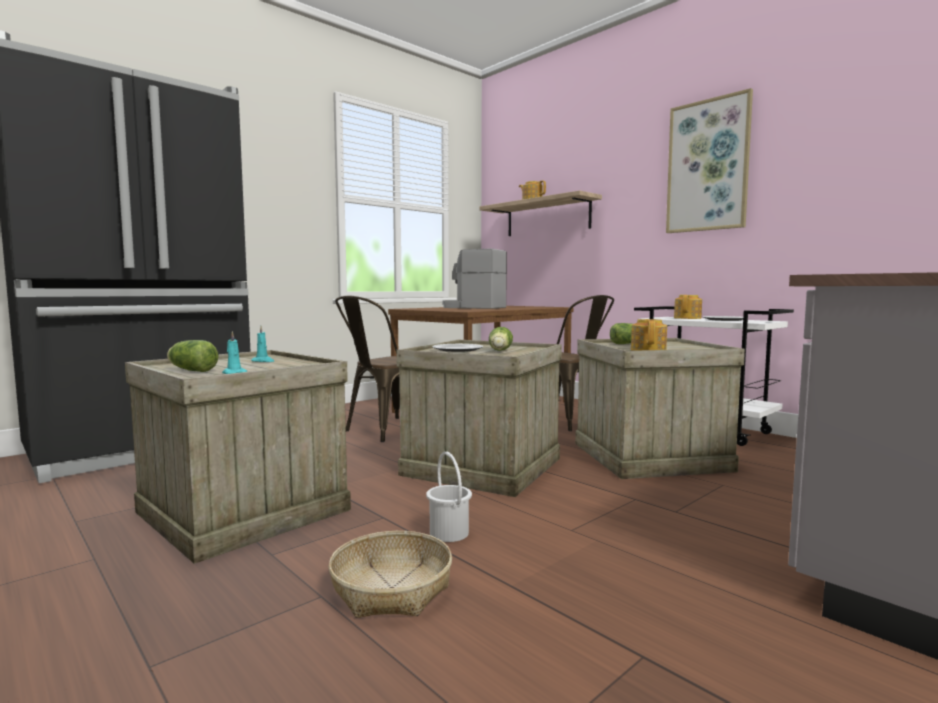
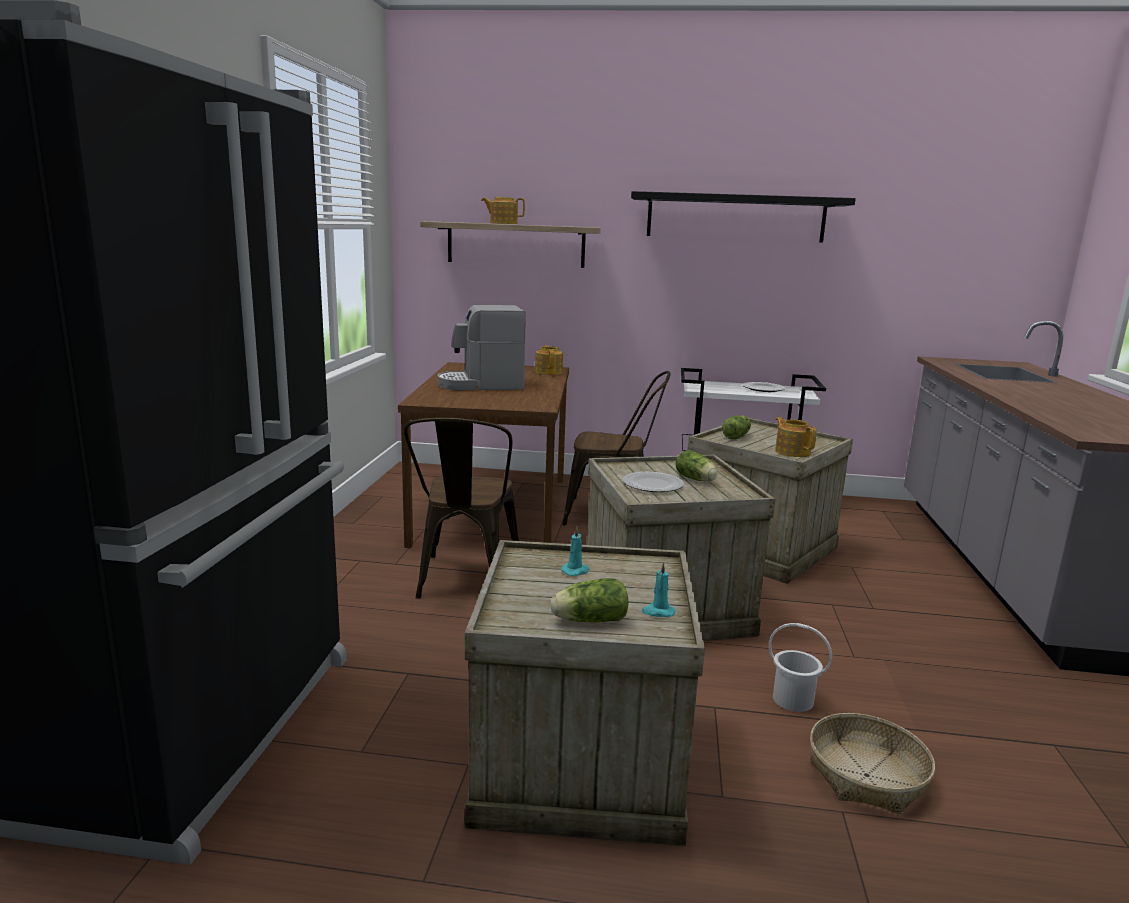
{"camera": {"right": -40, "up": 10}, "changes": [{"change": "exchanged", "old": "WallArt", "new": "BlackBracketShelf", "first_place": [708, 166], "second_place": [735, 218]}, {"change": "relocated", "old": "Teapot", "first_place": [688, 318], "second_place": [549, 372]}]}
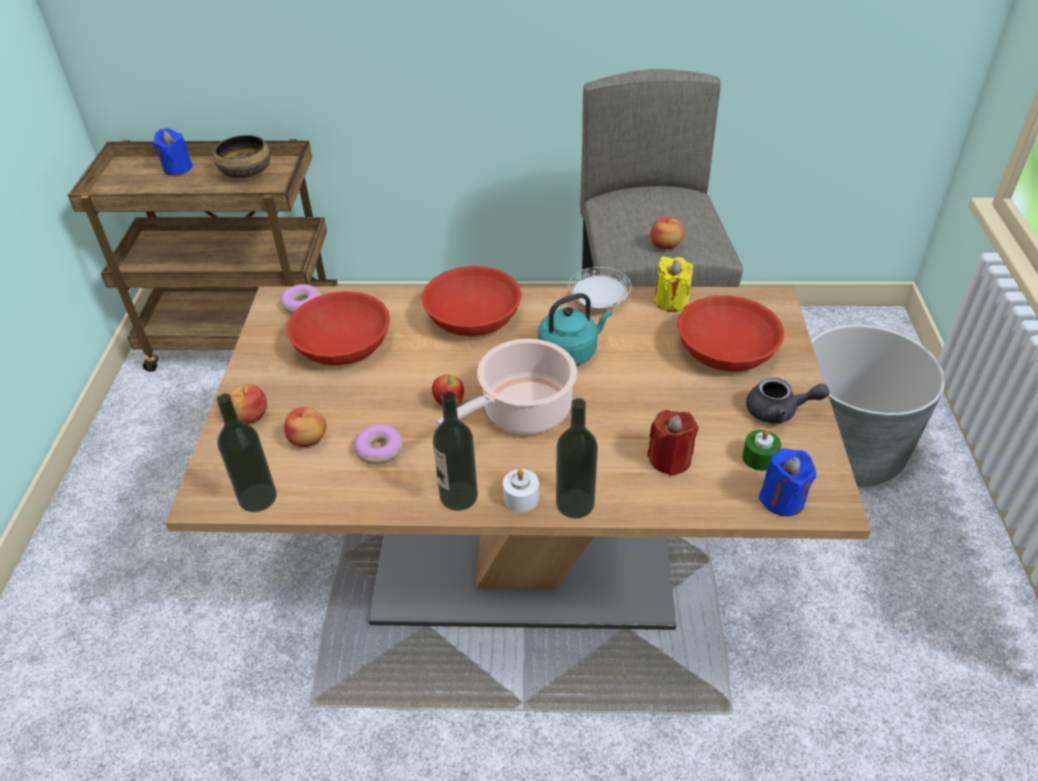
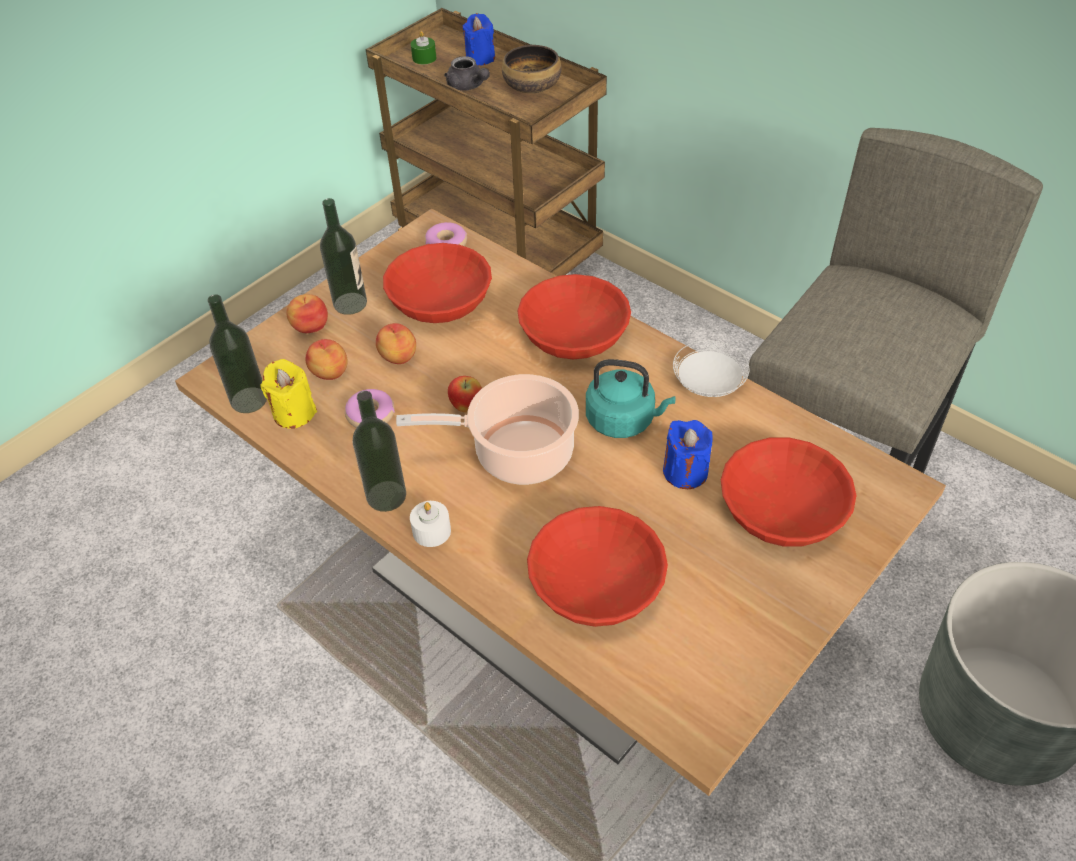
{"camera": {"right": 40, "up": 5}, "changes": [{"change": "relocated", "old": "DrinkBottle", "first_place": [575, 503], "second_place": [350, 303]}, {"change": "exchanged", "old": "RedColouredWaxCandle", "new": "RedColouredServingBowl", "first_place": [670, 459], "second_place": [596, 583]}, {"change": "relocated", "old": "AppleFruit", "first_place": [665, 245], "second_place": [397, 357]}, {"change": "relocated", "old": "YellowWaxCandle", "first_place": [671, 301], "second_place": [294, 413]}, {"change": "relocated", "old": "GreenColouredWaxCandle", "first_place": [759, 457], "second_place": [424, 58]}, {"change": "relocated", "old": "GreyishTeapot", "first_place": [779, 411], "second_place": [468, 86]}, {"change": "relocated", "old": "BlueWaxCandle", "first_place": [782, 499], "second_place": [685, 472]}]}
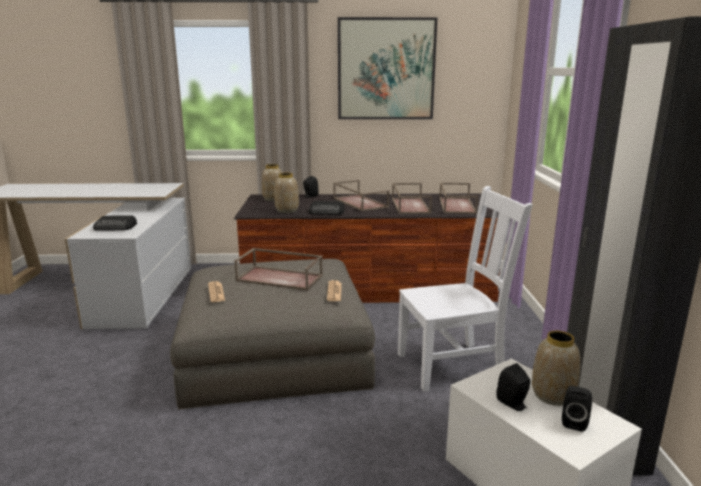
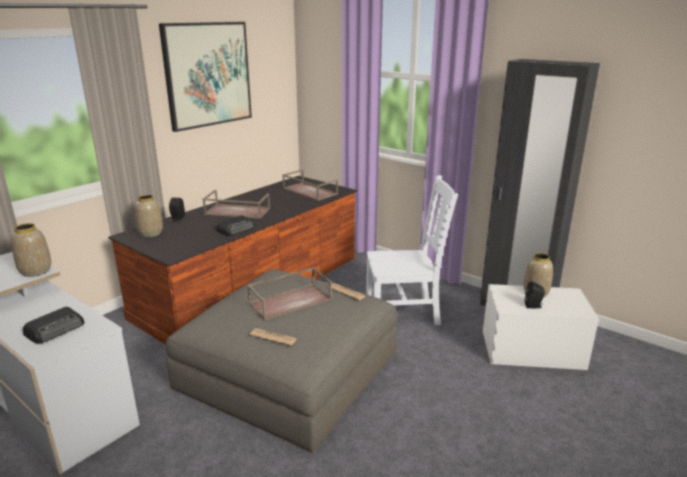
{"camera": {"right": -50, "up": 5}, "changes": [{"change": "relocated", "old": "Vase", "first_place": [286, 211], "second_place": [35, 271]}, {"change": "missing", "old": "BrownColouredCarryingTray", "first_place": [409, 205]}, {"change": "spun", "old": "WhiteColouredPlainChair", "first_place": [453, 365], "second_place": [405, 312], "degrees": 60}, {"change": "missing", "old": "BlackLoudspeaker", "first_place": [574, 422]}]}
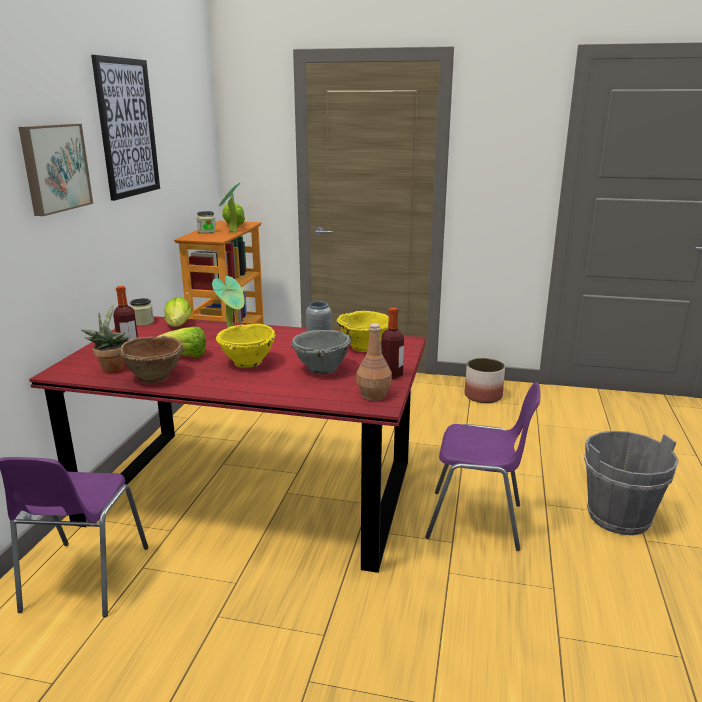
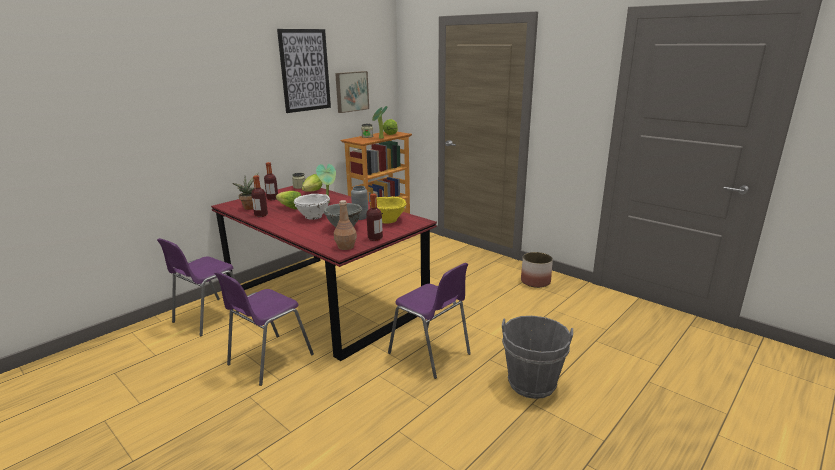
{"camera": {"right": 30, "up": 0}, "changes": [{"change": "relocated", "old": "WallArt", "first_place": [54, 168], "second_place": [351, 91]}, {"change": "exchanged", "old": "BrownColouredServingBowl", "new": "DrinkBottle", "first_place": [155, 377], "second_place": [261, 215]}, {"change": "colour", "old": "YellowServingBowl", "new": "WhiteColouredServingBowl", "first_place": [247, 363], "second_place": [313, 217]}, {"change": "appeared", "new": "PurplePlainChair", "second_place": [268, 360]}]}
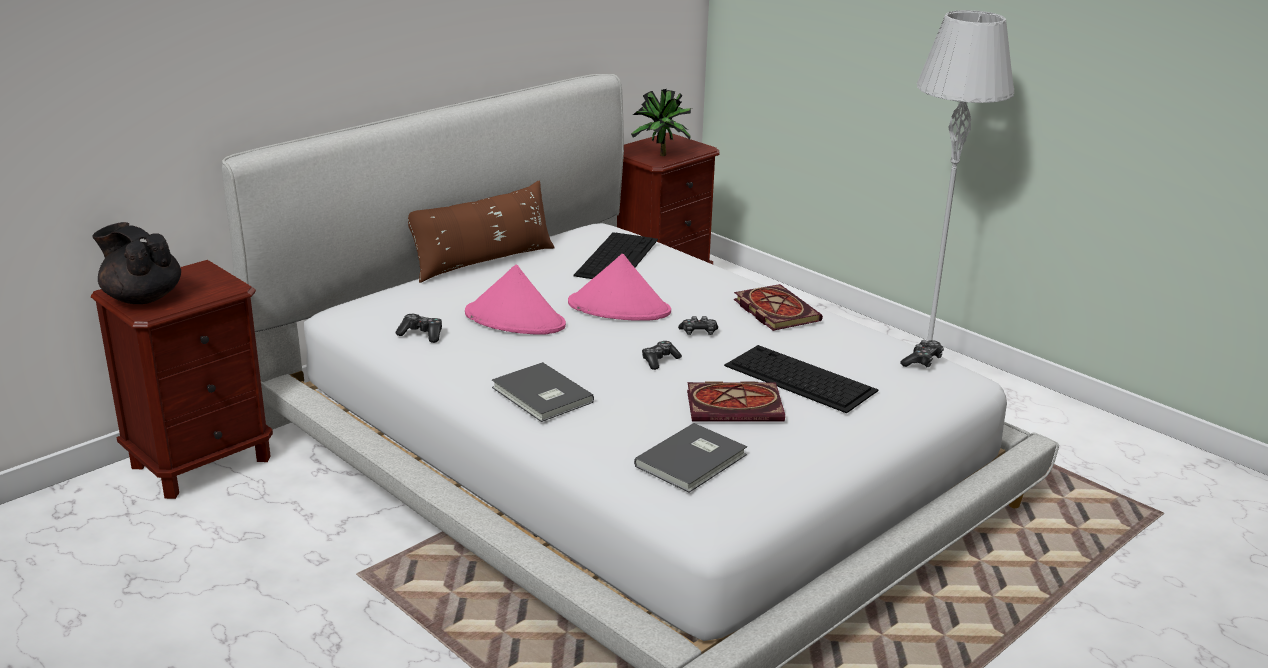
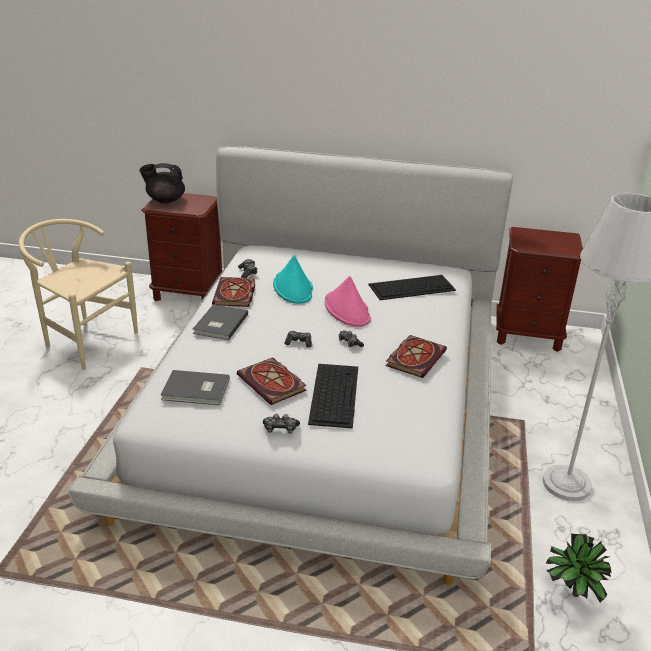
{"camera": {"right": 55, "up": 5}, "changes": [{"change": "spun", "old": "BlackTeapot", "first_place": [142, 298], "second_place": [165, 200], "degrees": -90}, {"change": "missing", "old": "BrownColouredPillow", "first_place": [483, 262]}, {"change": "colour", "old": "PinkClothingHat", "new": "BlueGreenClothingHat", "first_place": [515, 320], "second_place": [293, 288]}, {"change": "relocated", "old": "Houseplant", "first_place": [661, 156], "second_place": [570, 595]}, {"change": "relocated", "old": "Joypad", "first_place": [922, 361], "second_place": [280, 429]}, {"change": "appeared", "new": "BeigeColouredPlainChair", "second_place": [84, 340]}, {"change": "appeared", "new": "Book", "second_place": [235, 295]}]}
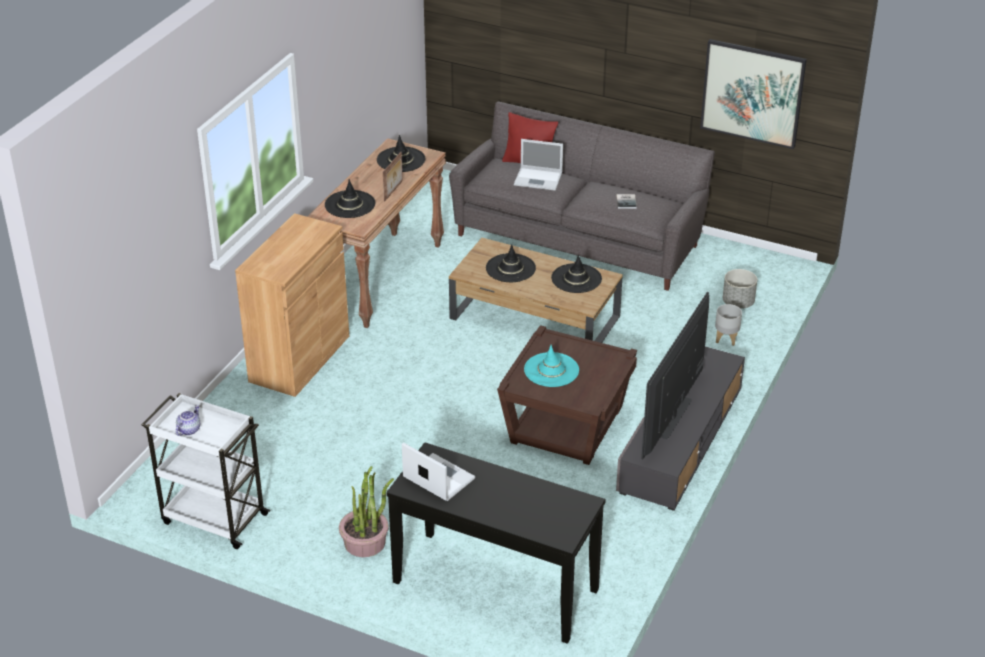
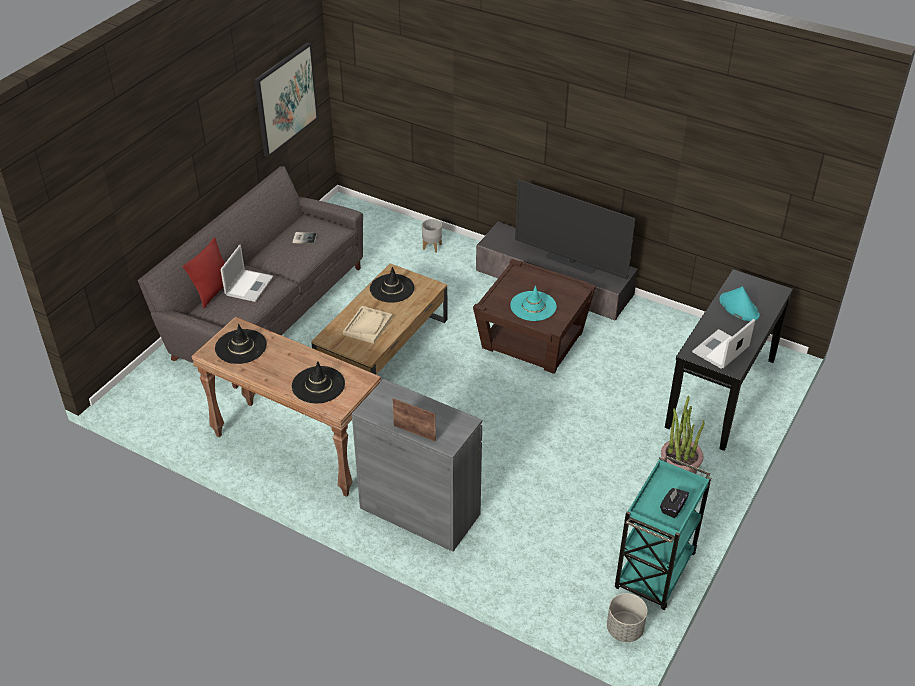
{"camera": {"right": -85, "up": 5}, "changes": [{"change": "colour", "old": "WhiteColouredWheeledCart", "new": "BlueGreenWheeledCart", "first_place": [213, 518], "second_place": [654, 573]}, {"change": "exchanged", "old": "Teapot", "new": "BlackBoxOfTissues", "first_place": [188, 429], "second_place": [672, 508]}, {"change": "colour", "old": "BrownColouredCabinet", "new": "GreyishCabinet", "first_place": [299, 358], "second_place": [420, 511]}, {"change": "relocated", "old": "StandingFrame", "first_place": [394, 191], "second_place": [415, 432]}, {"change": "exchanged", "old": "BlackClothingHat", "new": "BeigeColouredCarryingTray", "first_place": [510, 268], "second_place": [367, 325]}, {"change": "relocated", "old": "GreyishFlowerPot", "first_place": [738, 303], "second_place": [624, 629]}, {"change": "appeared", "new": "BlueGreenClothingHat", "second_place": [738, 307]}]}
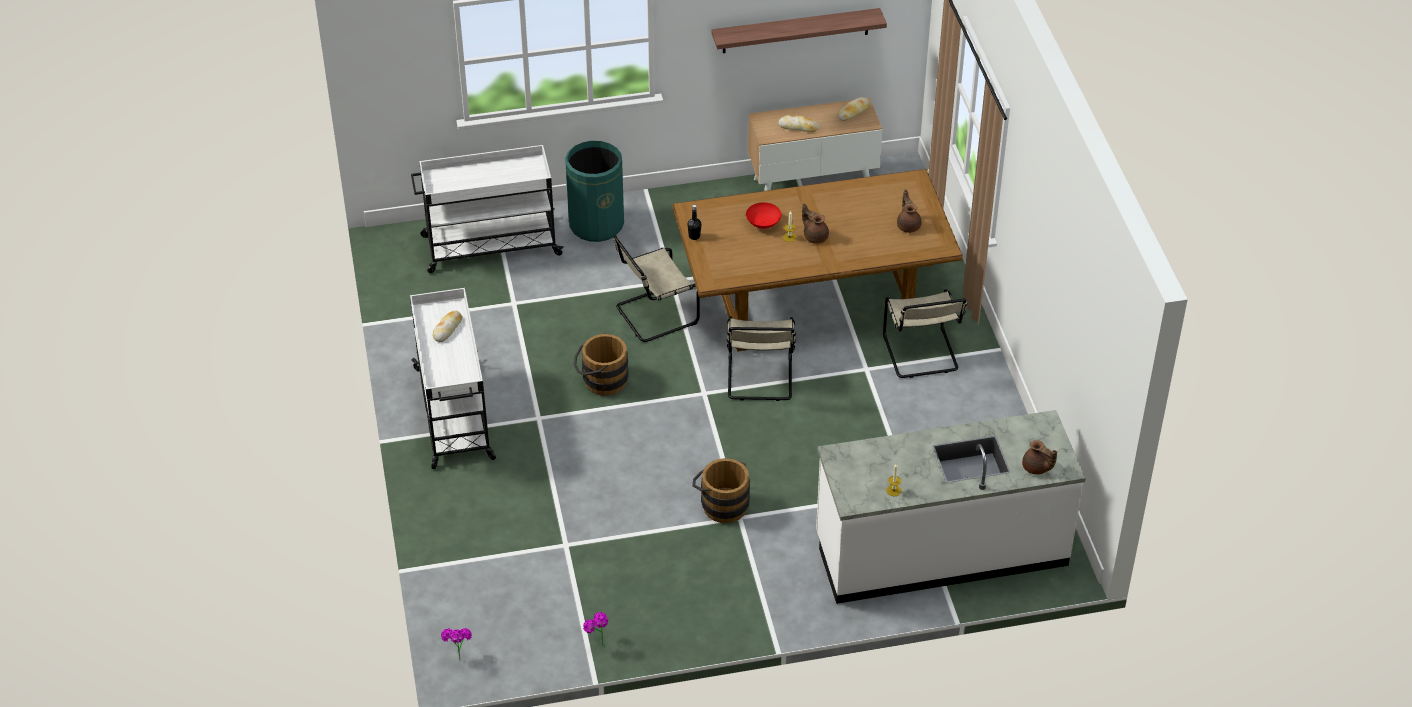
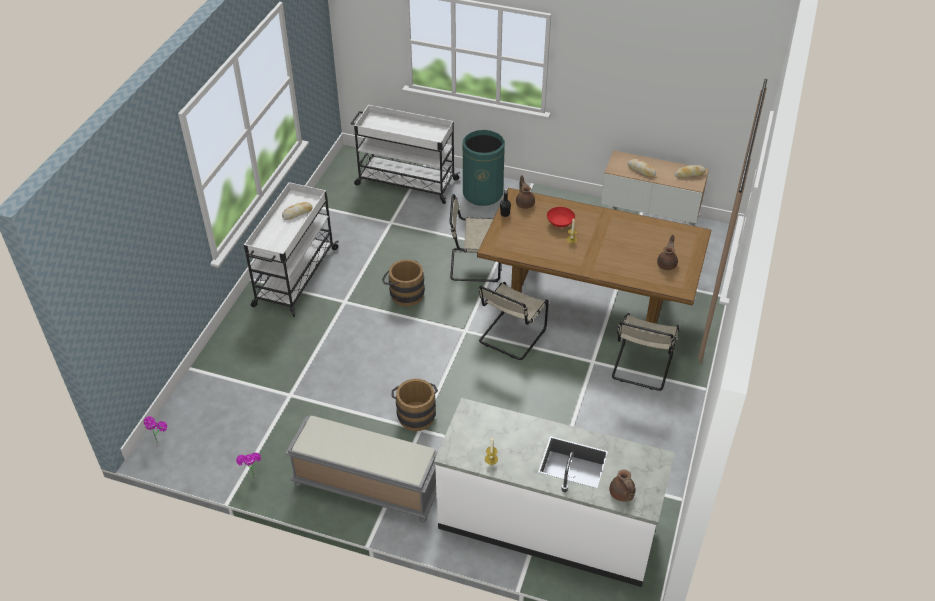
{"camera": {"right": 30, "up": 0}, "changes": [{"change": "missing", "old": "BracketShelf", "first_place": [795, 30]}, {"change": "relocated", "old": "BrownColouredTeapot", "first_place": [815, 236], "second_place": [525, 203]}, {"change": "appeared", "new": "GreyishBench", "second_place": [366, 486]}]}
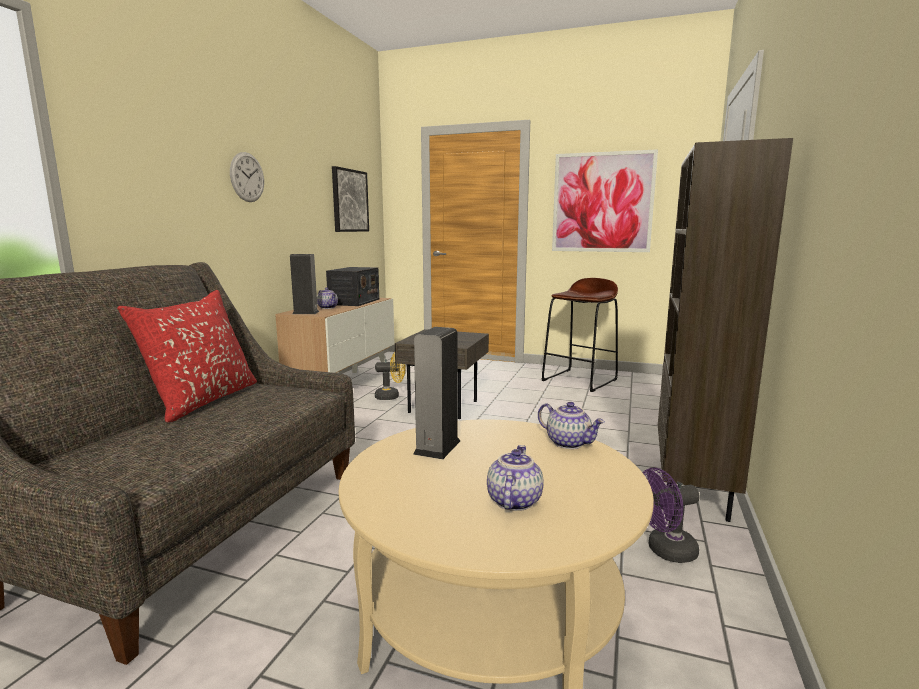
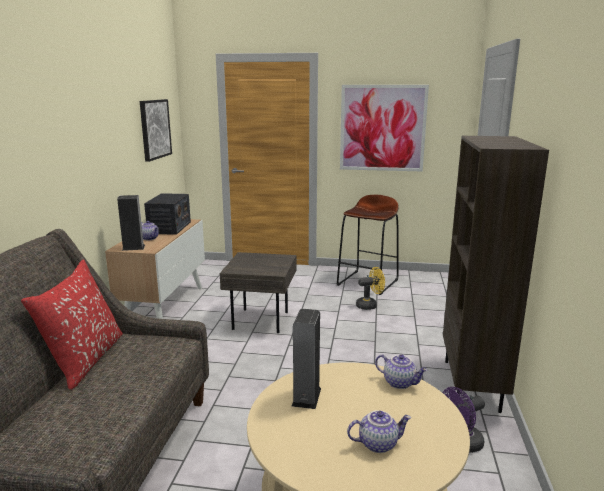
{"camera": {"right": -10, "up": 5}, "changes": [{"change": "missing", "old": "WallClock", "first_place": [247, 177]}, {"change": "relocated", "old": "YellowCoolingFan", "first_place": [391, 396], "second_place": [369, 305]}, {"change": "spun", "old": "Teapot", "first_place": [513, 501], "second_place": [378, 443], "degrees": 75}]}
